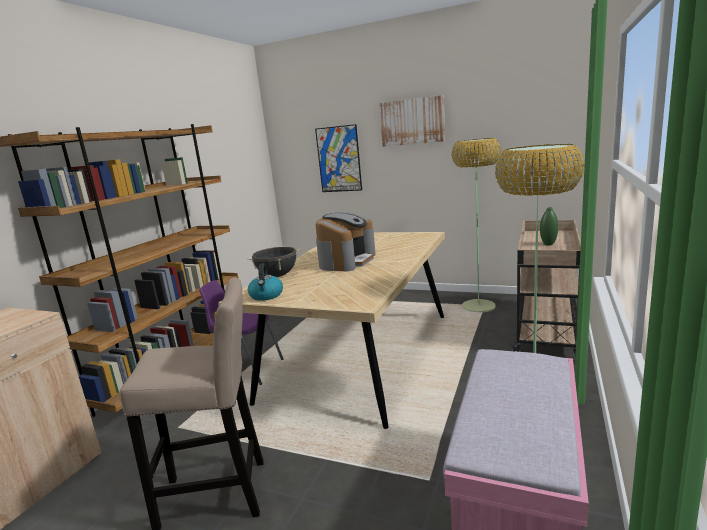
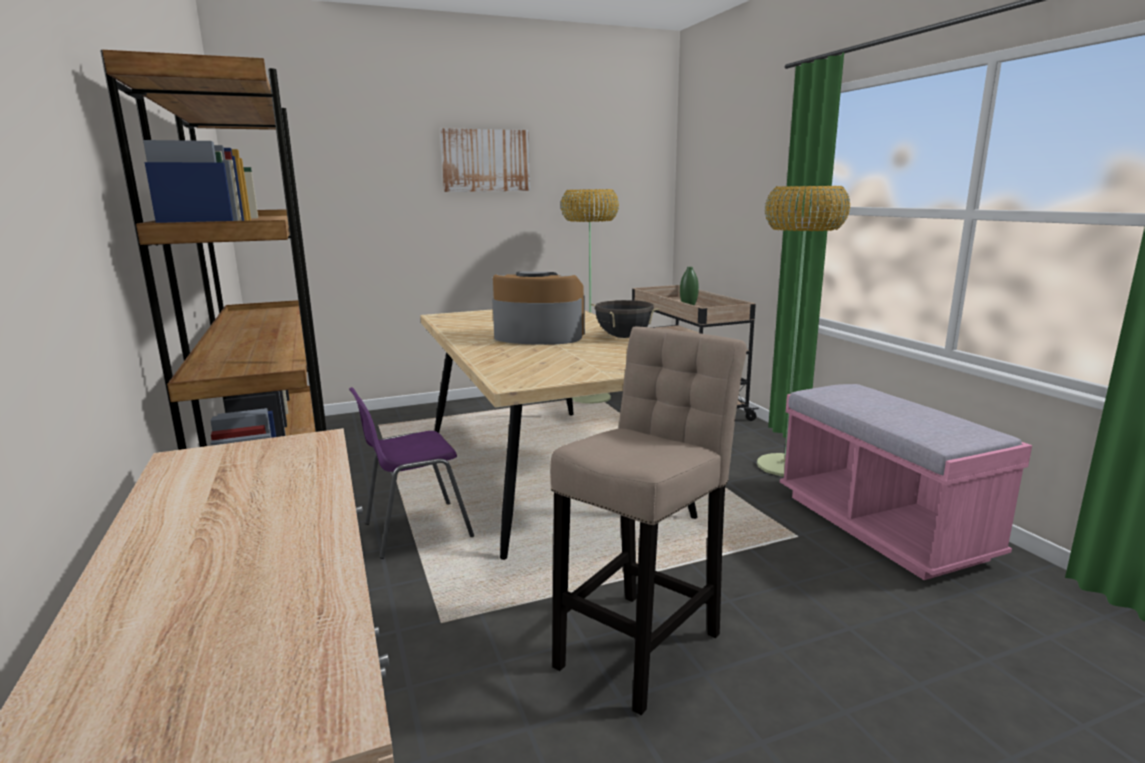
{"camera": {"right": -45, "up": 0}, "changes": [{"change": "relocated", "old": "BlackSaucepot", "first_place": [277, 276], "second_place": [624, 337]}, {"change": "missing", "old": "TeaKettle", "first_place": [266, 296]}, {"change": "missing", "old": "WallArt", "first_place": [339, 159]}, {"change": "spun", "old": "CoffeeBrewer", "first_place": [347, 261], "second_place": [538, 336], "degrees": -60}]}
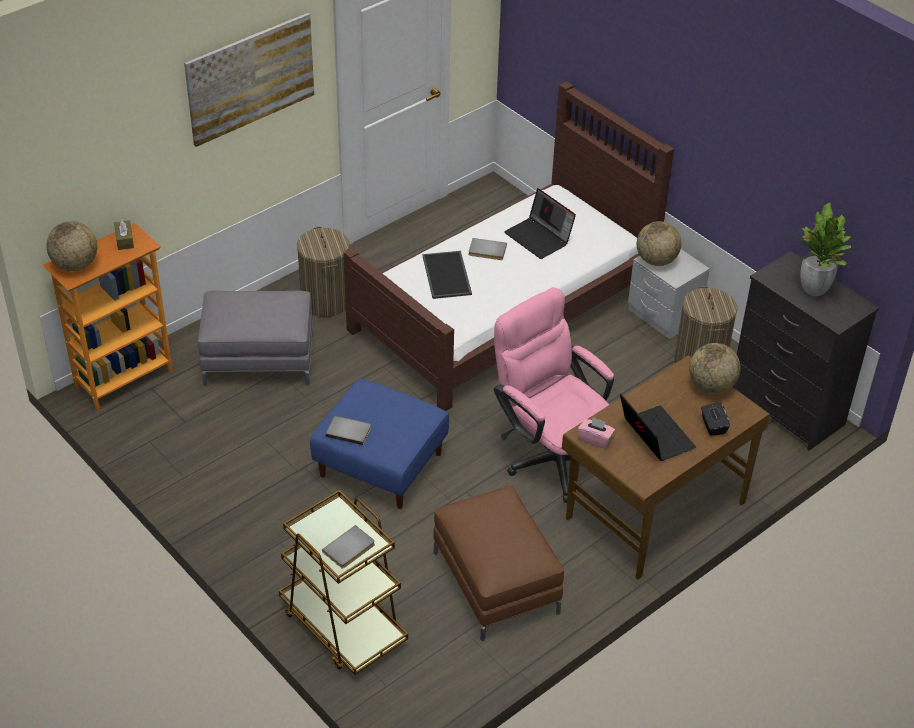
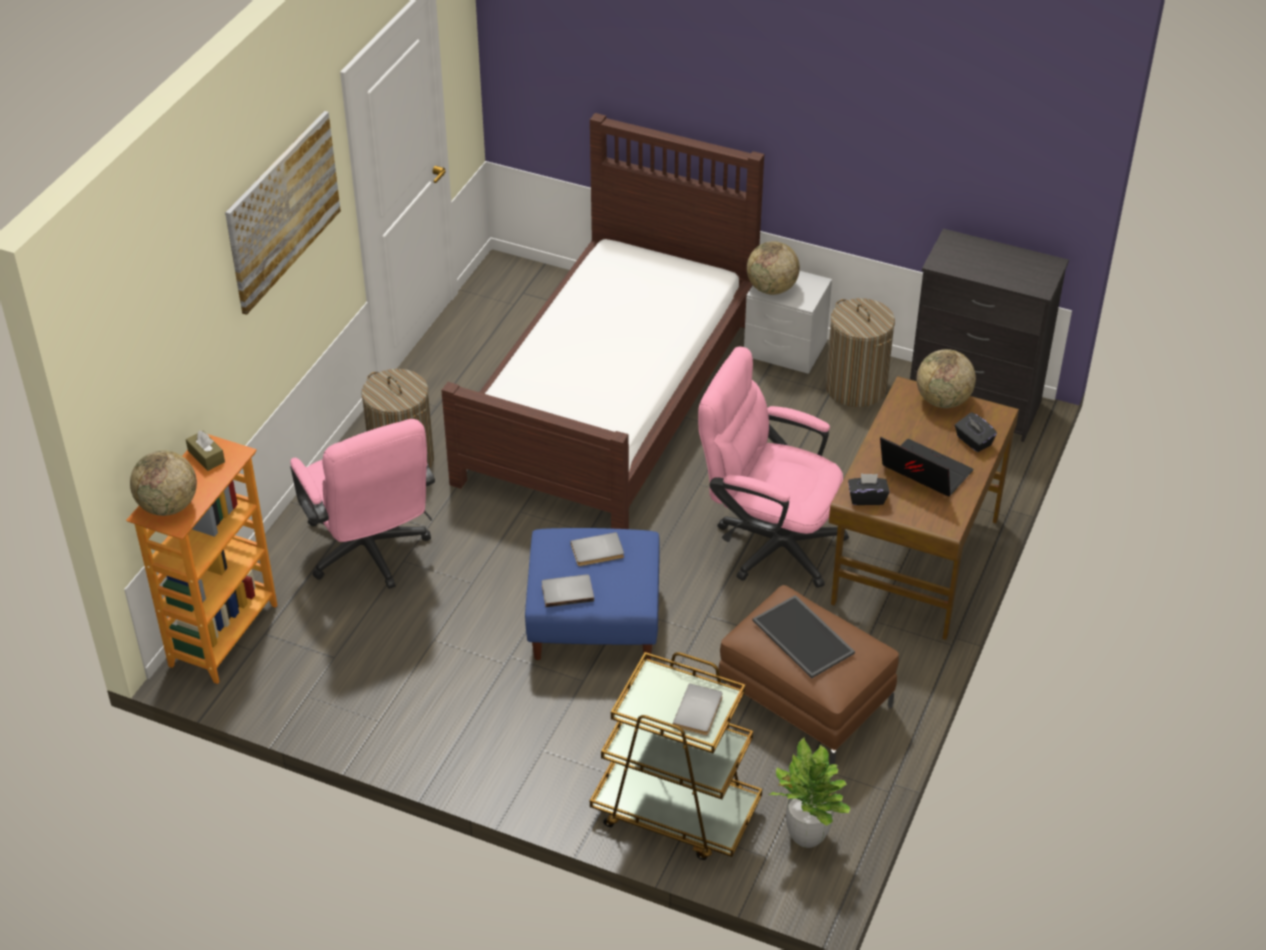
{"camera": {"right": -25, "up": 0}, "changes": [{"change": "exchanged", "old": "GreyishFootrest", "new": "PinkDeskChair", "first_place": [258, 359], "second_place": [370, 554]}, {"change": "relocated", "old": "CarryingTray", "first_place": [448, 275], "second_place": [805, 637]}, {"change": "relocated", "old": "GreyishBook", "first_place": [487, 251], "second_place": [597, 552]}, {"change": "missing", "old": "Laptop", "first_place": [539, 238]}, {"change": "colour", "old": "PinkBoxOfTissues", "new": "BlackBoxOfTissues", "first_place": [595, 439], "second_place": [867, 498]}, {"change": "relocated", "old": "Houseplant", "first_place": [813, 288], "second_place": [806, 835]}]}
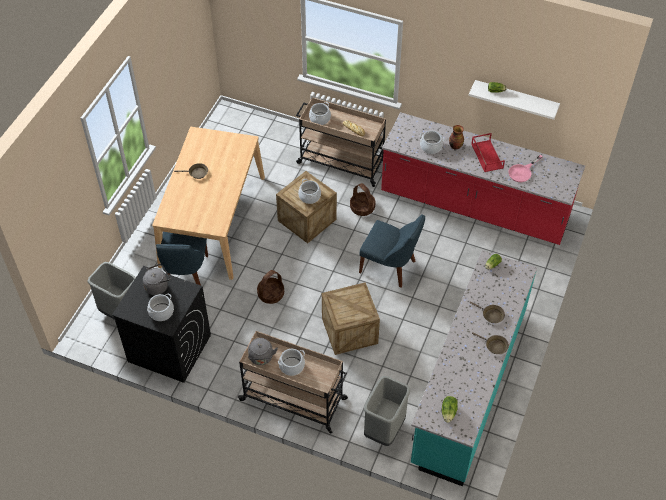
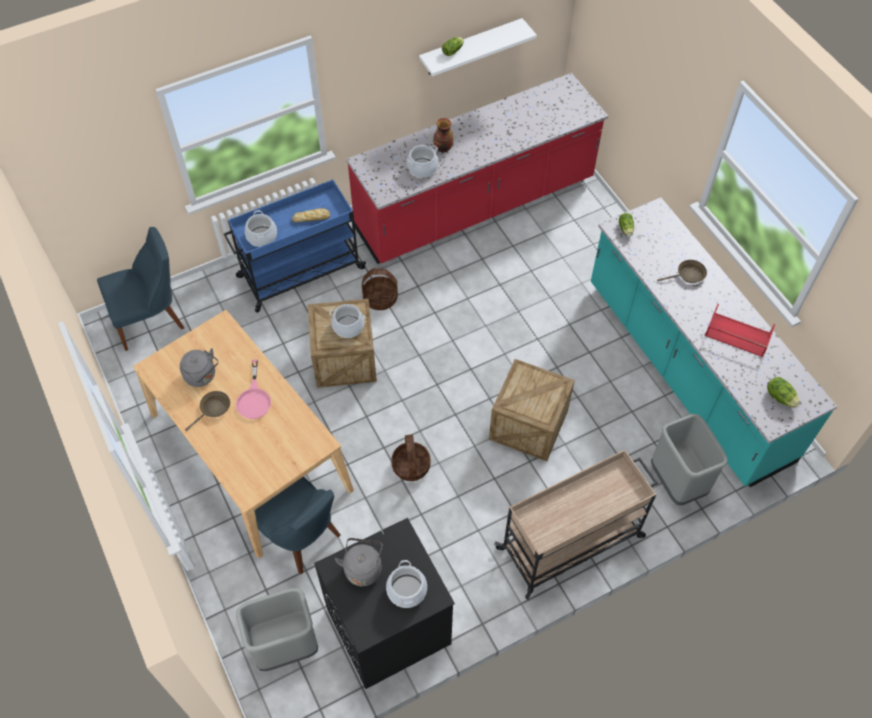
{"camera": {"right": -50, "up": 5}, "changes": [{"change": "relocated", "old": "GreyishTeaKettle", "first_place": [261, 358], "second_place": [202, 376]}, {"change": "missing", "old": "Saucepot", "first_place": [291, 366]}, {"change": "colour", "old": "BeigeColouredWheeledCart", "new": "BlueWheeledCart", "first_place": [340, 162], "second_place": [299, 273]}, {"change": "relocated", "old": "BluePlainChair", "first_place": [390, 267], "second_place": [151, 319]}, {"change": "relocated", "old": "RedColouredCarryingTray", "first_place": [486, 155], "second_place": [736, 335]}, {"change": "missing", "old": "BrownColouredFryingPan", "first_place": [494, 346]}, {"change": "relocated", "old": "PinkFryingPan", "first_place": [522, 172], "second_place": [254, 398]}]}
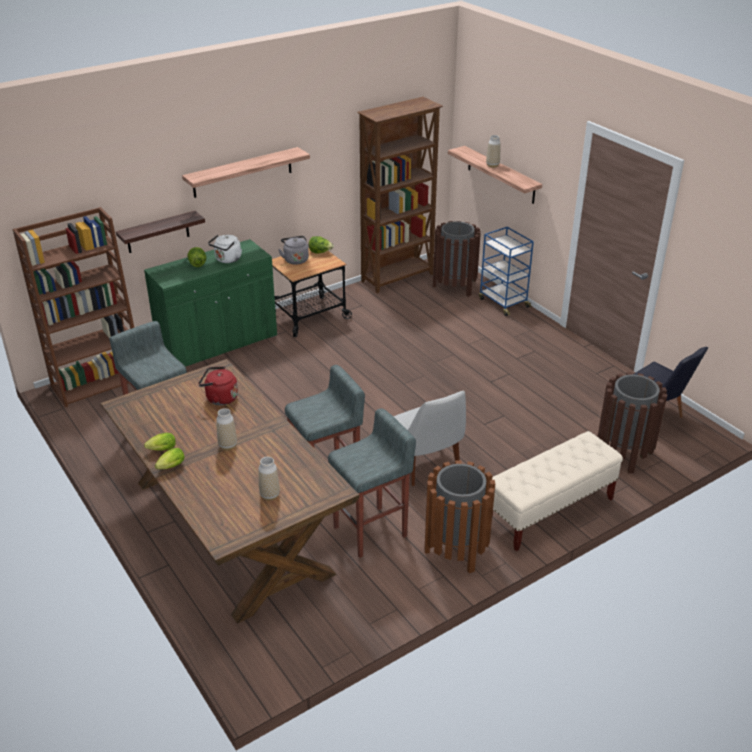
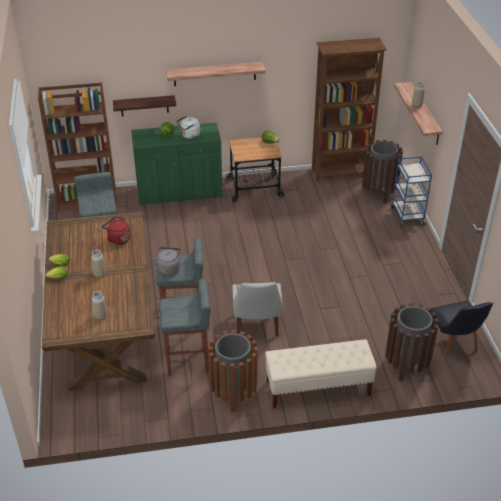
{"camera": {"right": 25, "up": 5}, "changes": [{"change": "relocated", "old": "GreyishTeaKettle", "first_place": [295, 259], "second_place": [169, 268]}]}
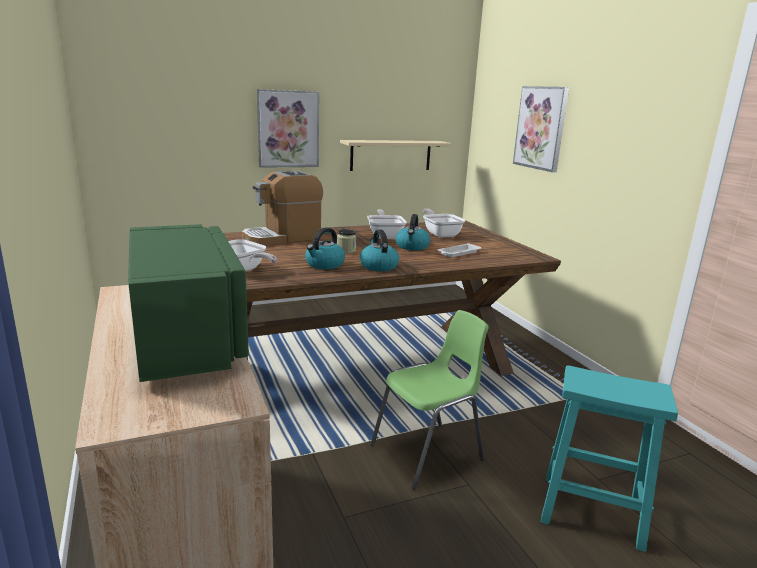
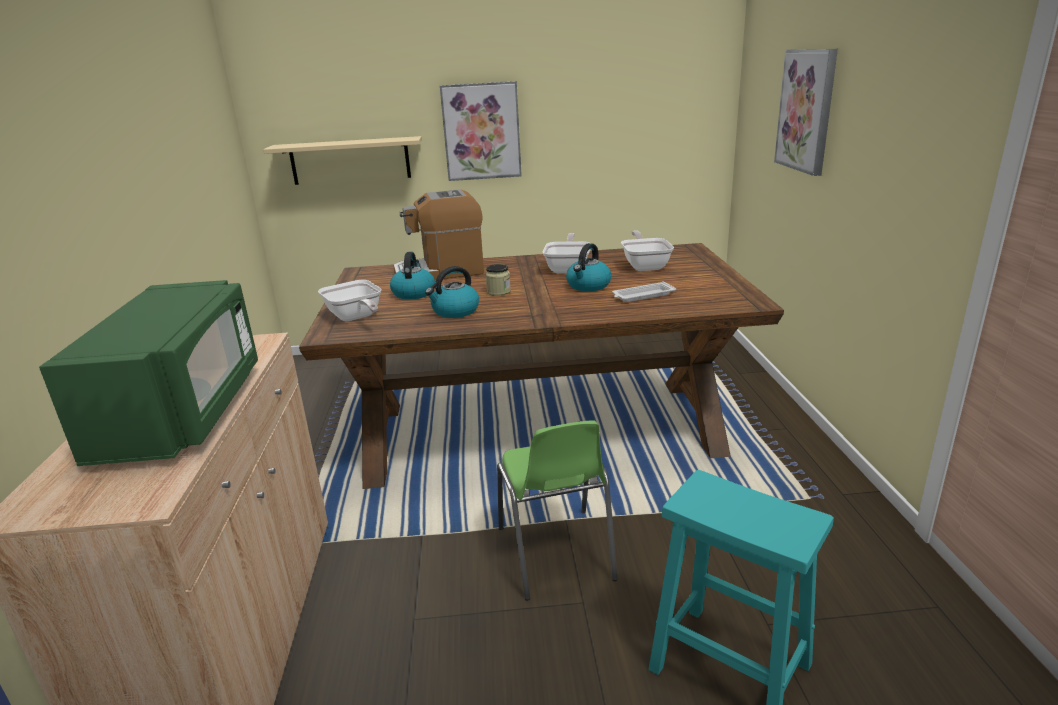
{"camera": {"right": 20, "up": 5}, "changes": [{"change": "relocated", "old": "BeigeColouredBracketShelf", "first_place": [391, 155], "second_place": [350, 160]}, {"change": "relocated", "old": "TeaKettle", "first_place": [378, 266], "second_place": [413, 293]}, {"change": "spun", "old": "GreenColouredPlainChair", "first_place": [428, 453], "second_place": [555, 554], "degrees": 90}]}
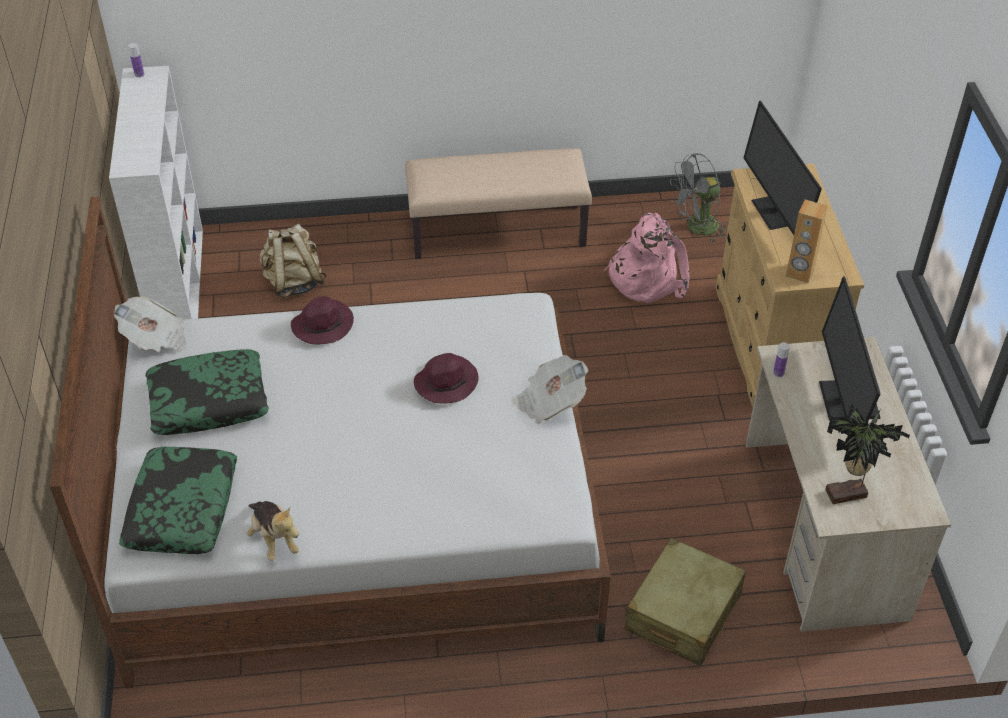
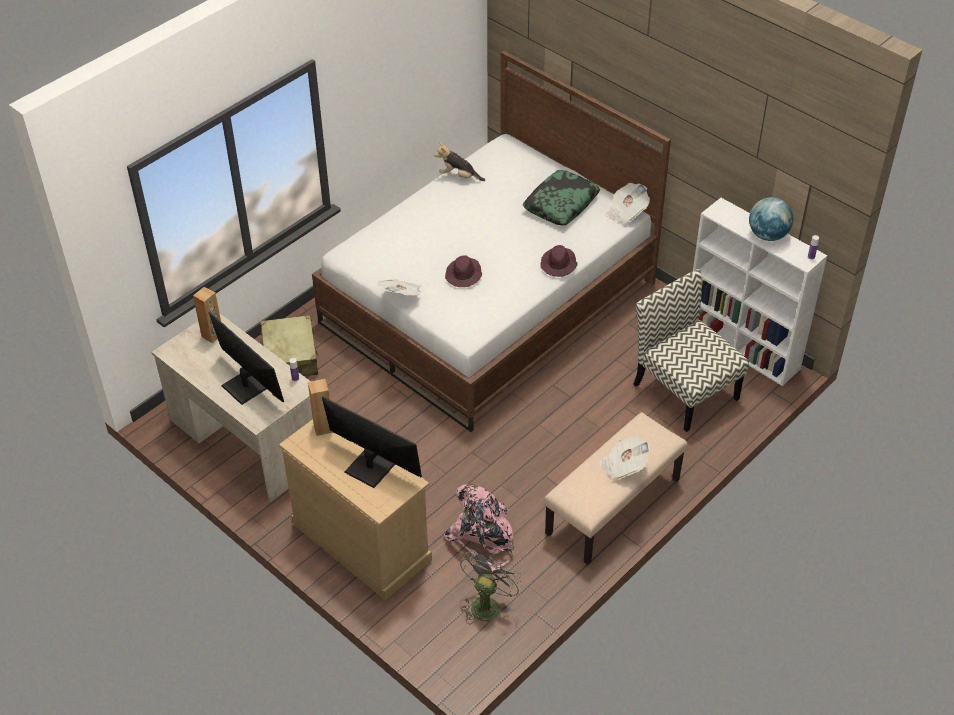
{"camera": {"right": 140, "up": 0}, "changes": [{"change": "missing", "old": "Pillow", "first_place": [182, 508]}, {"change": "exchanged", "old": "BeigeColouredRucksack", "new": "PlainChair", "first_place": [293, 282], "second_place": [684, 390]}, {"change": "exchanged", "old": "Houseplant", "new": "BrownColouredLoudspeaker", "first_place": [848, 496], "second_place": [212, 335]}, {"change": "appeared", "new": "Newspaper", "second_place": [623, 466]}, {"change": "appeared", "new": "DeskGlobe", "second_place": [768, 235]}]}
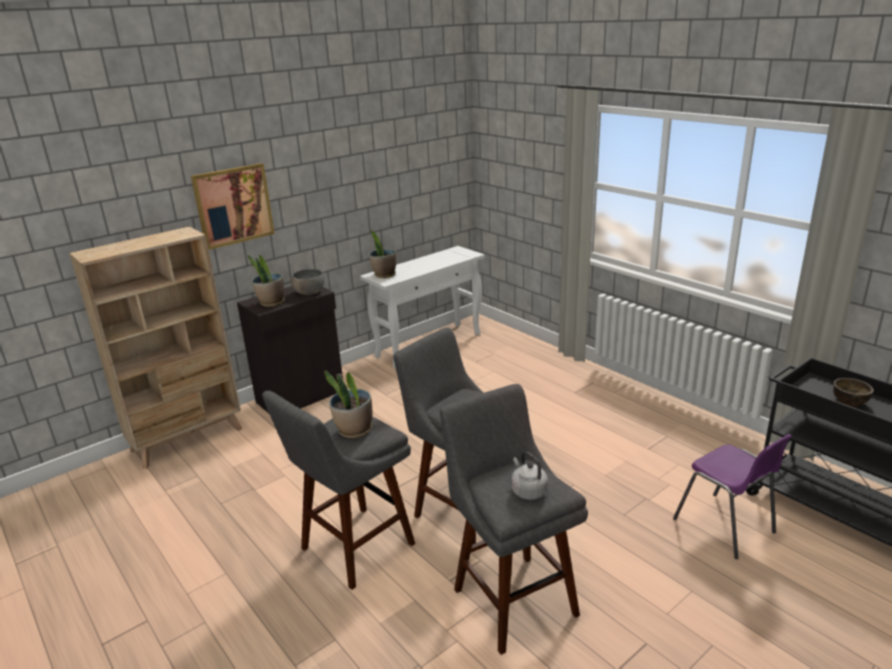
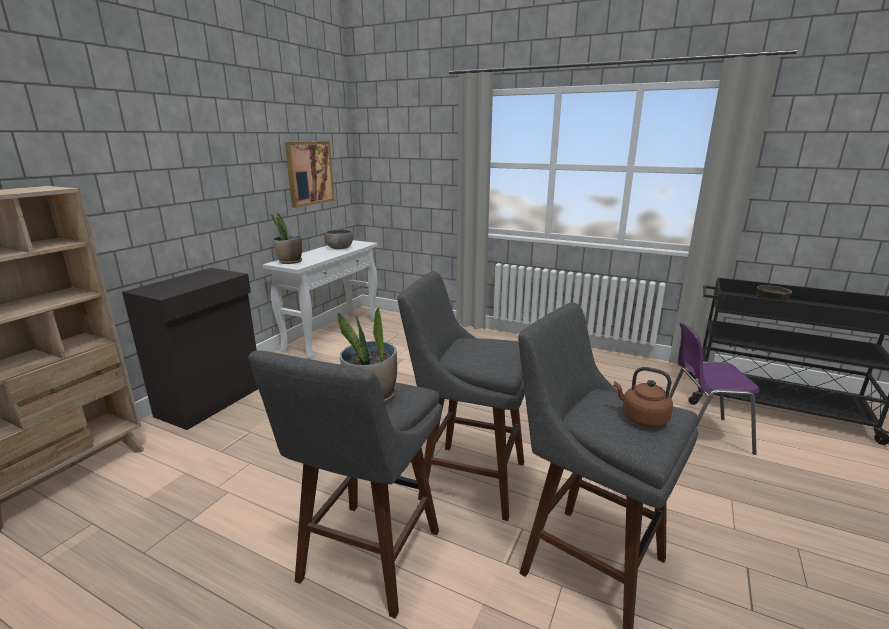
{"camera": {"right": -25, "up": -5}, "changes": [{"change": "relocated", "old": "WallArt", "first_place": [233, 205], "second_place": [309, 173]}, {"change": "missing", "old": "Houseplant", "first_place": [271, 303]}, {"change": "relocated", "old": "GreyishServingBowl", "first_place": [309, 292], "second_place": [339, 248]}, {"change": "colour", "old": "GreyishTeaKettle", "new": "BrownColouredTeaKettle", "first_place": [528, 491], "second_place": [641, 418]}, {"change": "spun", "old": "PurplePlainChair", "first_place": [725, 527], "second_place": [701, 434], "degrees": 150}]}
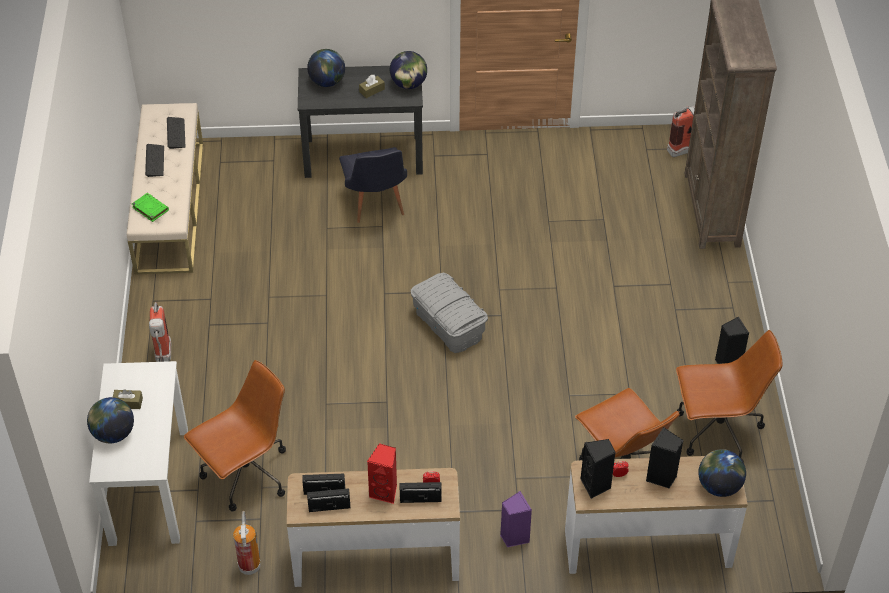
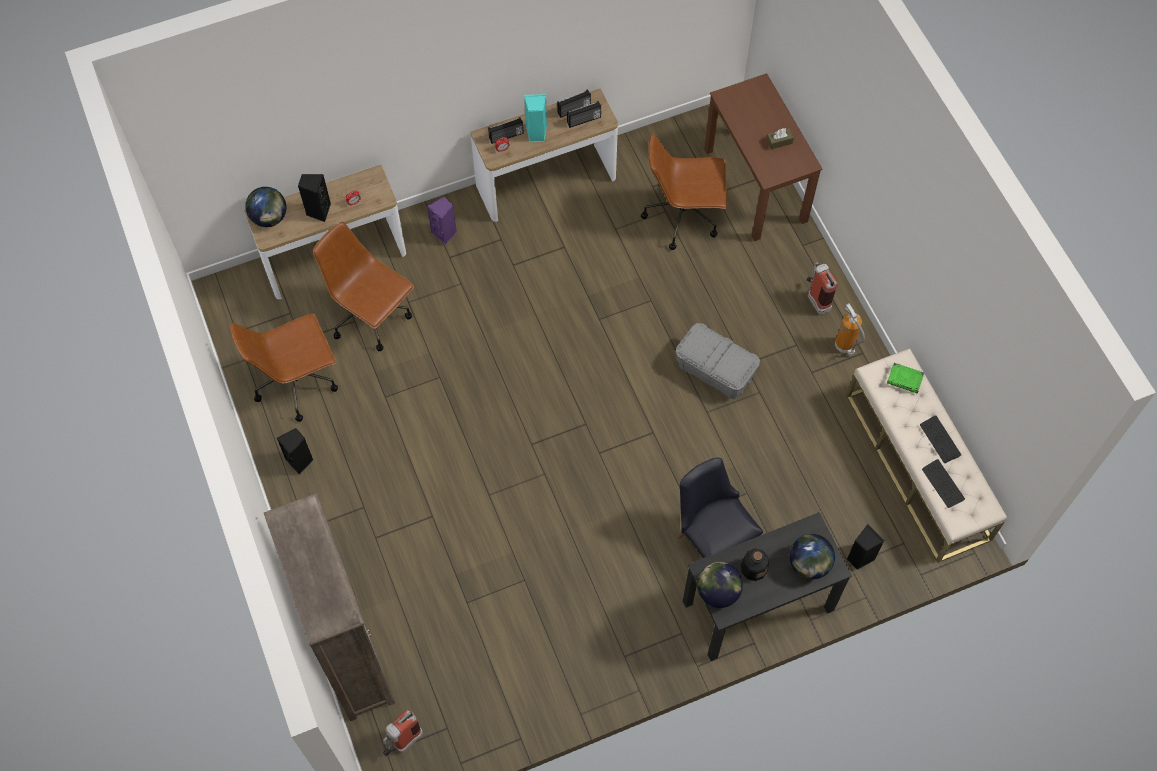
{"camera": {"right": 160, "up": 15}, "changes": [{"change": "missing", "old": "DeskGlobe", "first_place": [113, 434]}, {"change": "colour", "old": "WhiteColouredDeskTable", "new": "BrownColouredDeskTable", "first_place": [149, 485], "second_place": [755, 185]}, {"change": "spun", "old": "BrownColouredDeskChair", "first_place": [245, 476], "second_place": [683, 216], "degrees": 60}, {"change": "relocated", "old": "FireExtinguisher", "first_place": [249, 565], "second_place": [844, 346]}, {"change": "exchanged", "old": "BrownColouredBoxOfTissues", "new": "DrinkBottle", "first_place": [372, 90], "second_place": [753, 568]}, {"change": "colour", "old": "RedColouredLoudspeaker", "new": "BlueGreenLoudspeaker", "first_place": [385, 491], "second_place": [536, 133]}, {"change": "relocated", "old": "GreyishStorageBin", "first_place": [449, 324], "second_place": [714, 370]}, {"change": "relocated", "old": "BlackLoudspeaker", "first_place": [596, 485], "second_place": [859, 557]}]}
